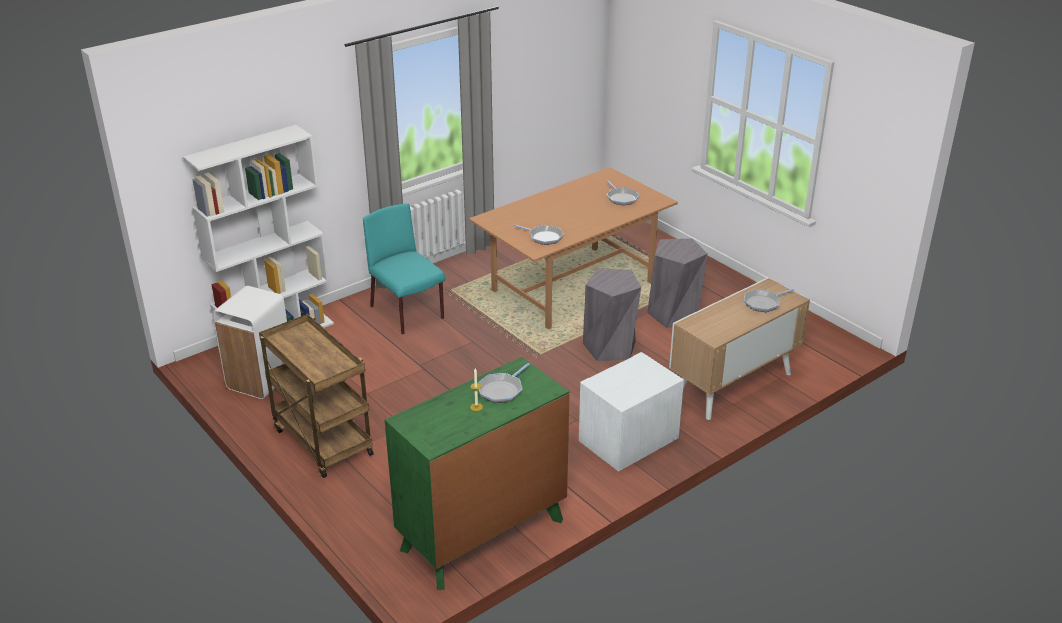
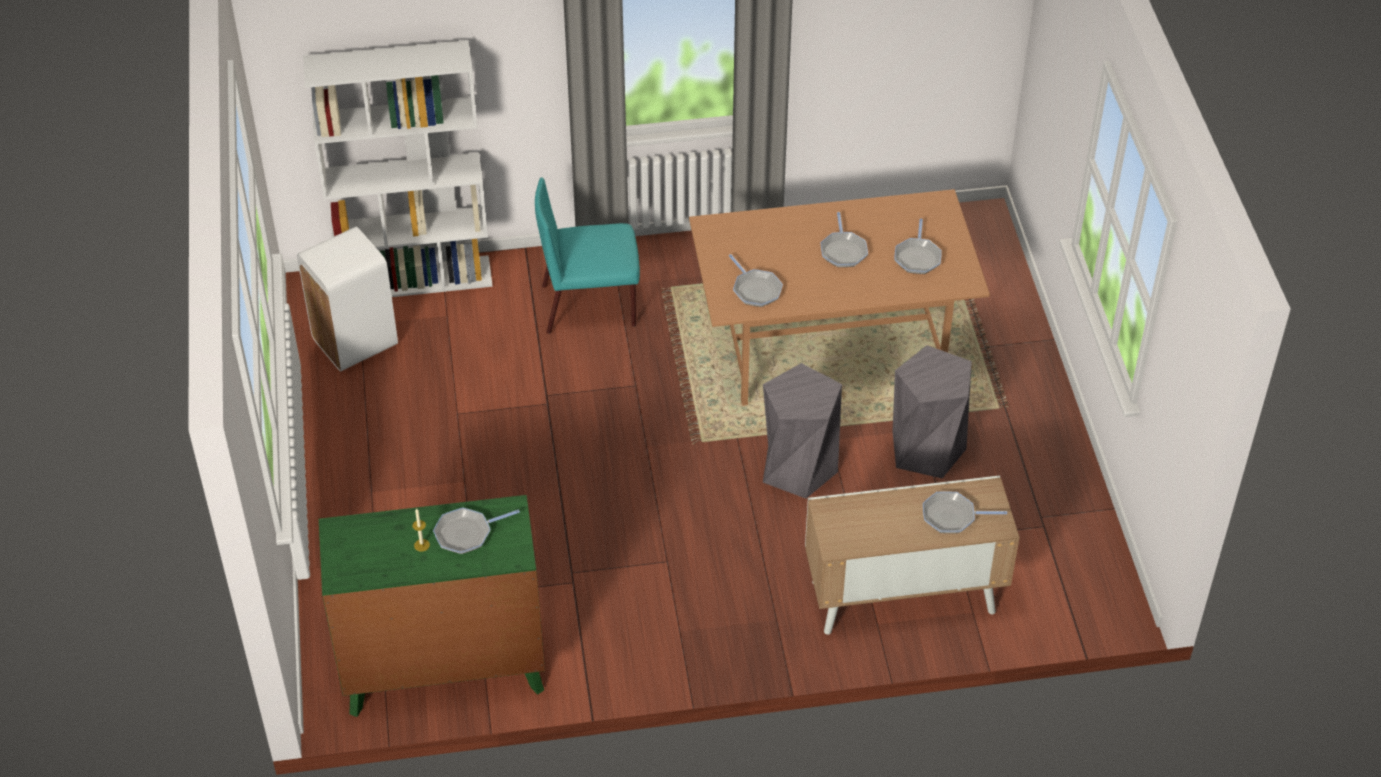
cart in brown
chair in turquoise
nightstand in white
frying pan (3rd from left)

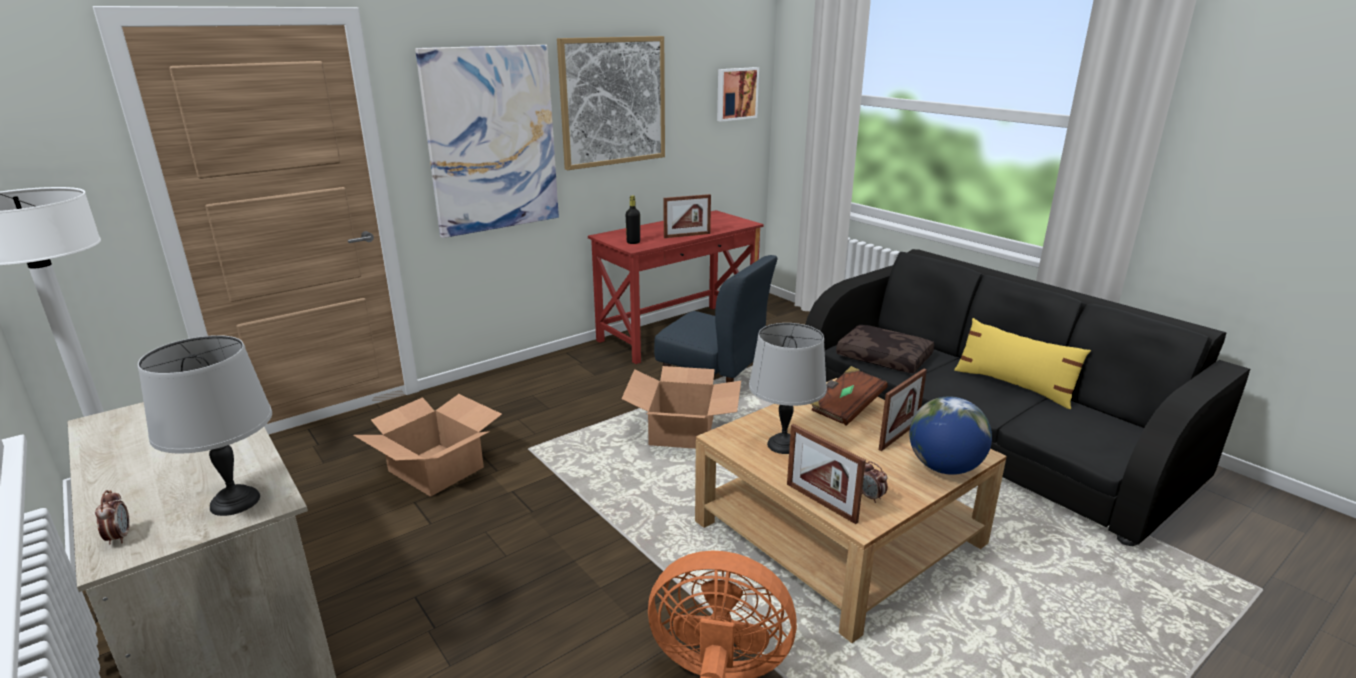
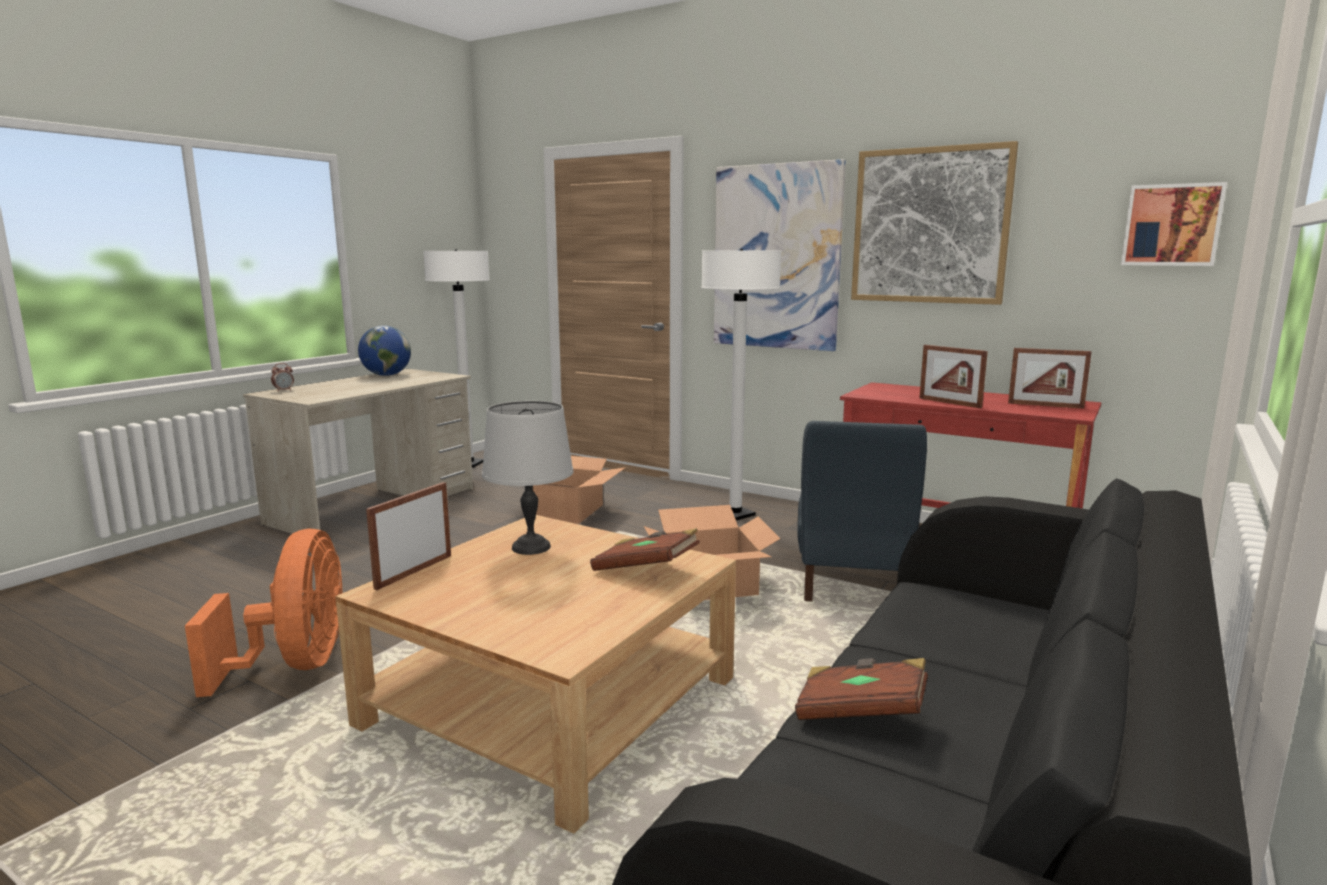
table lamp in grey (1st from left in the first image)
bottle in black
pillow in brown
alarm clock (2nd from left in the first image)
picture frame (3rd from left)
globe
pillow in yellow
floor lamp in white (2nd from left)
book in brown (2nd from left)

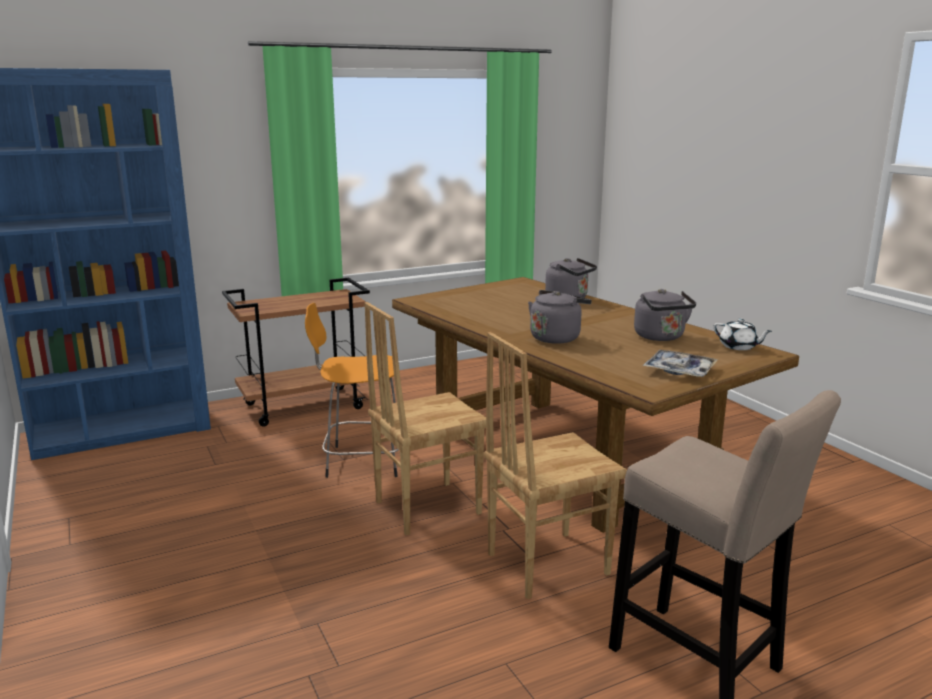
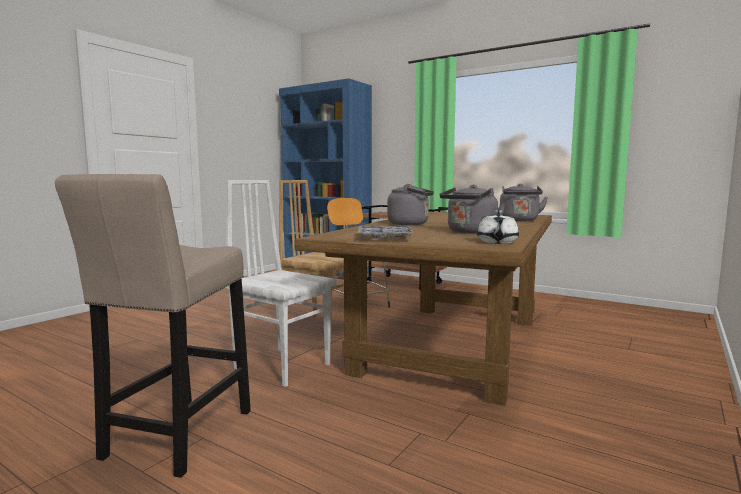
chair in white

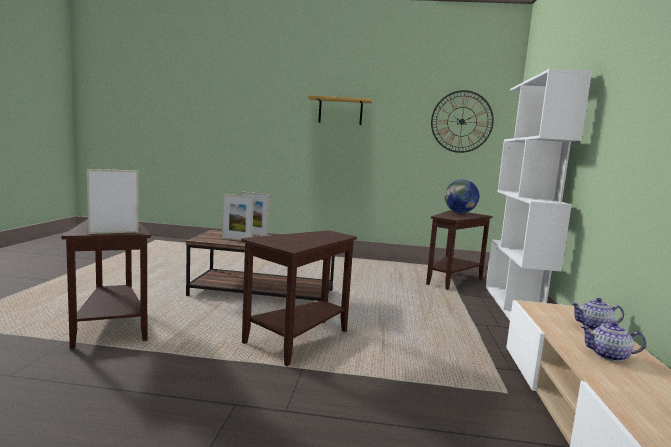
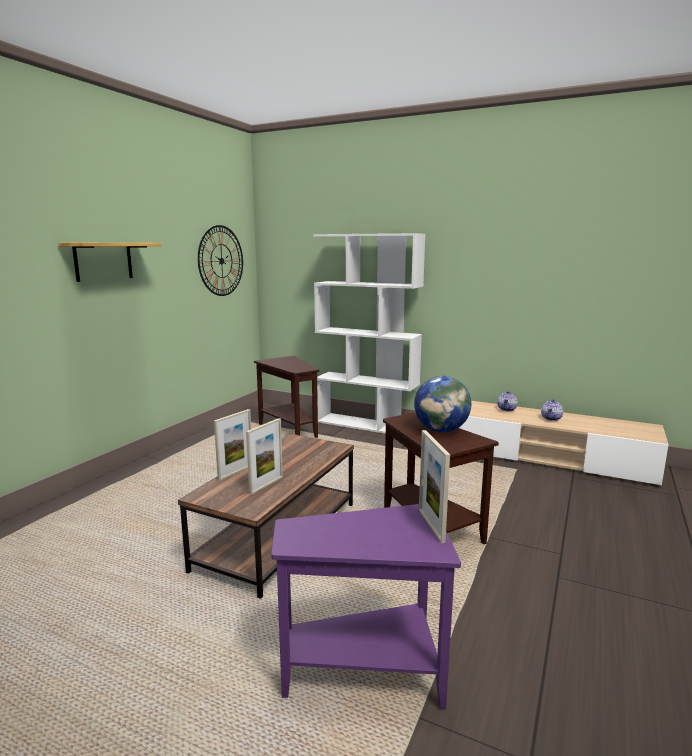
side table in purple
globe

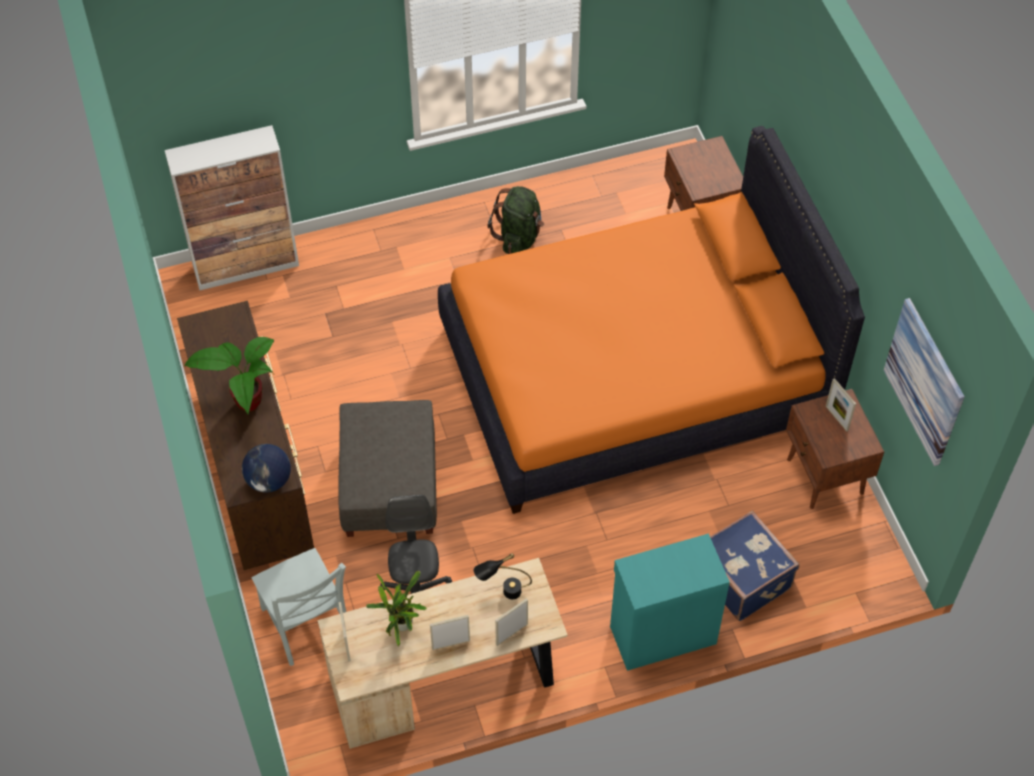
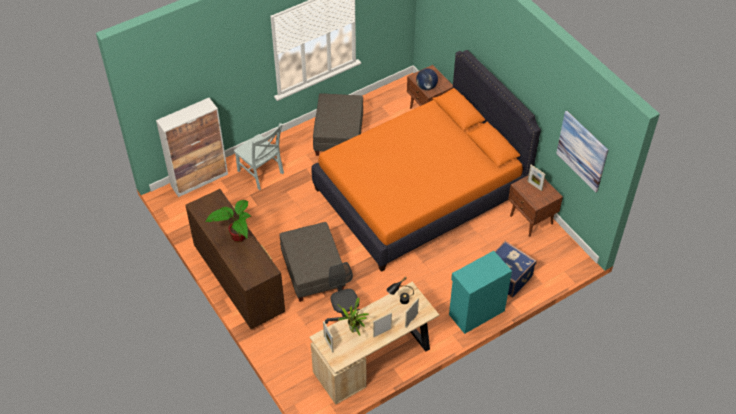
globe
chair in grey
ottoman in grey (2nd from left)

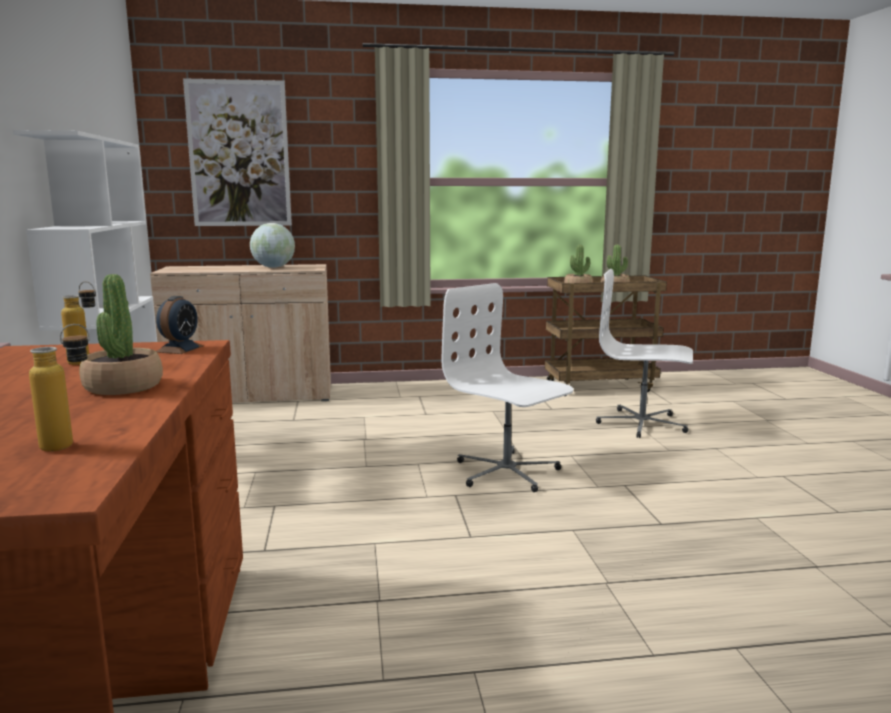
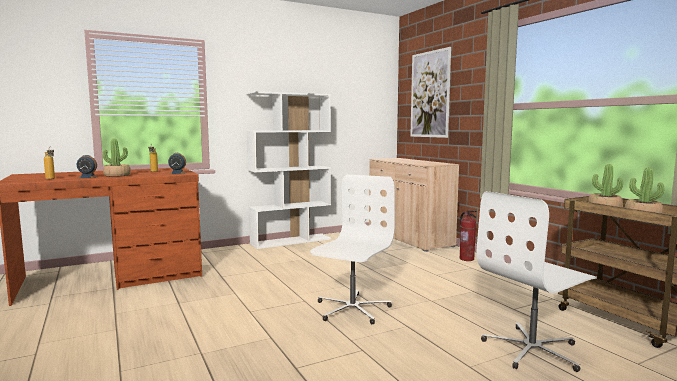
globe
office chair in white (2nd from left)
alarm clock (1st from left)
fire extinguisher

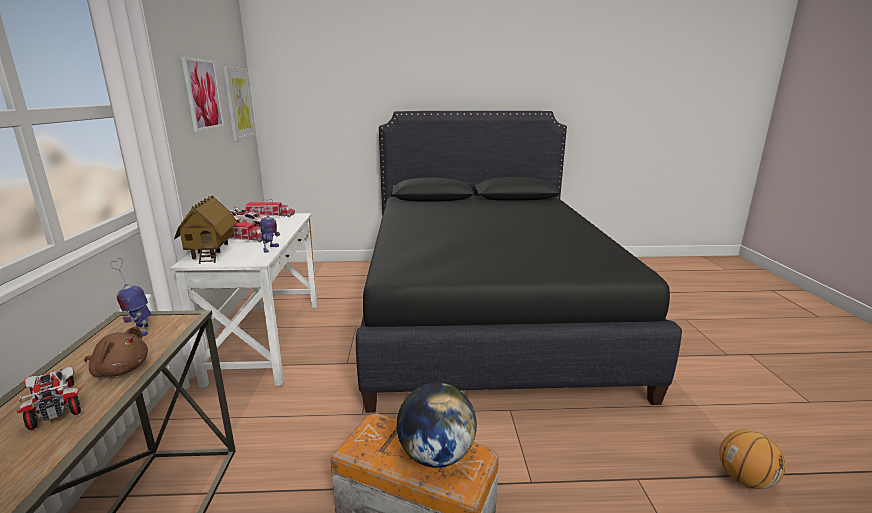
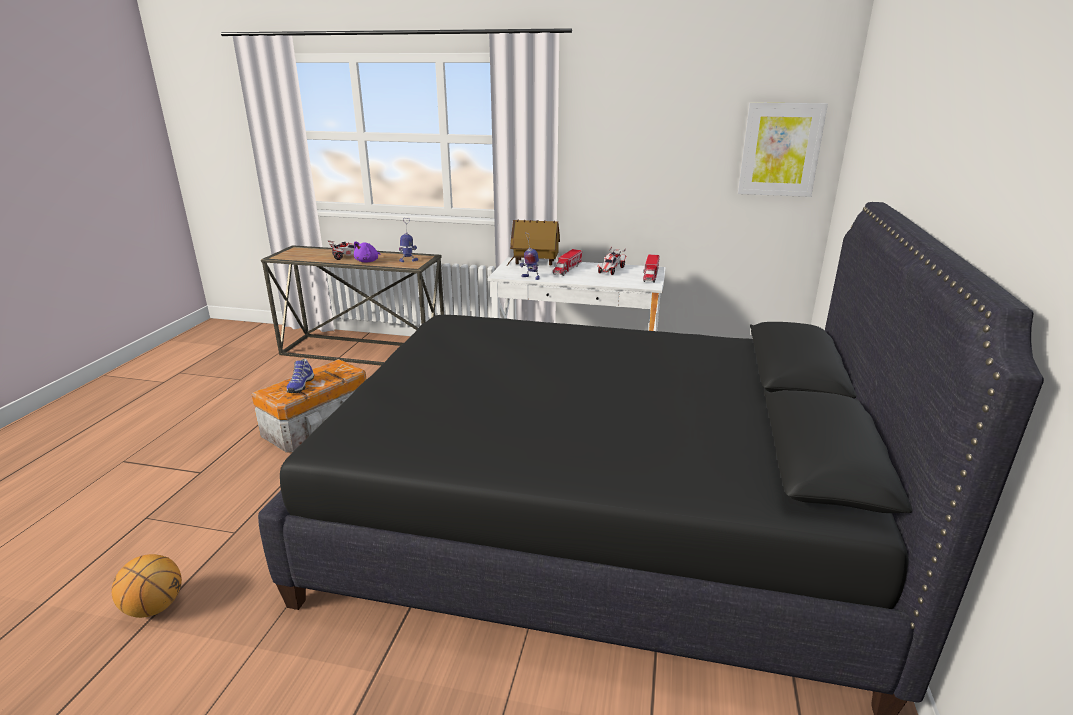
plush toy in purple
picture (1st from left in the first image)
shoe

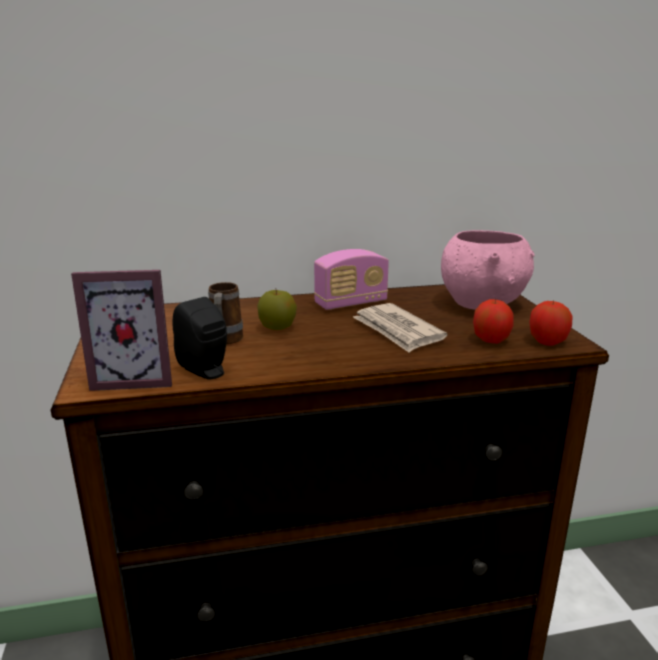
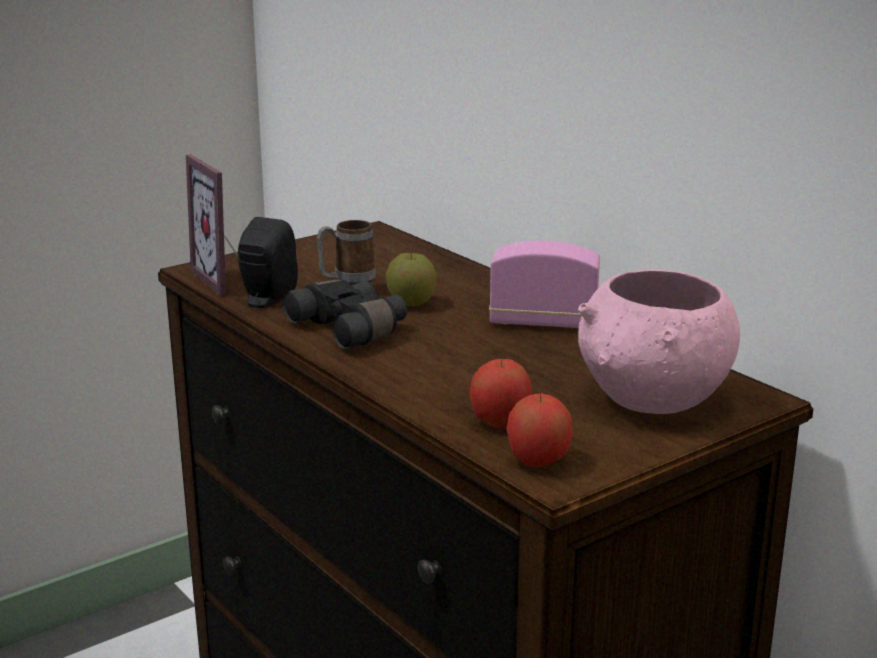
radio
newspaper
binoculars in black

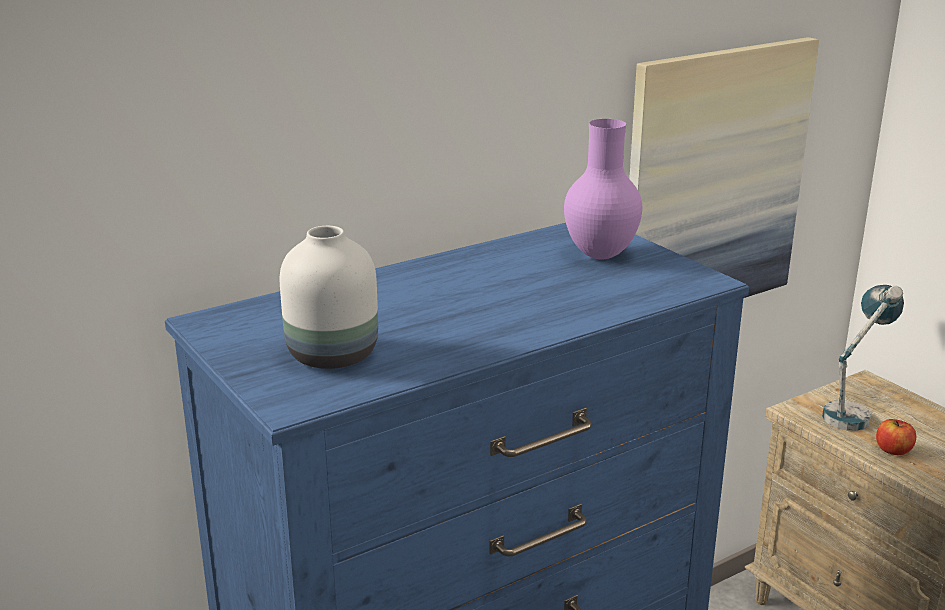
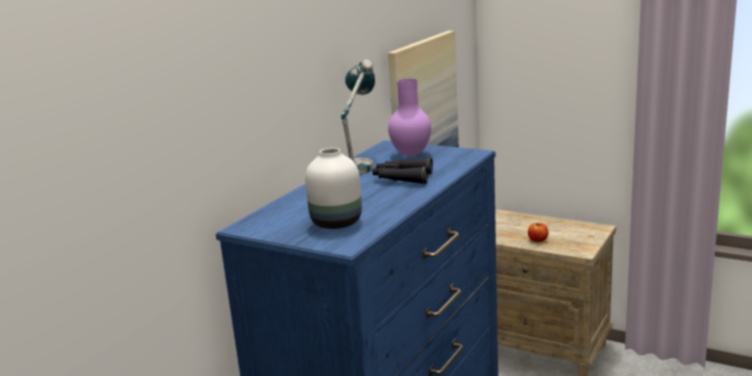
table lamp
binoculars in black

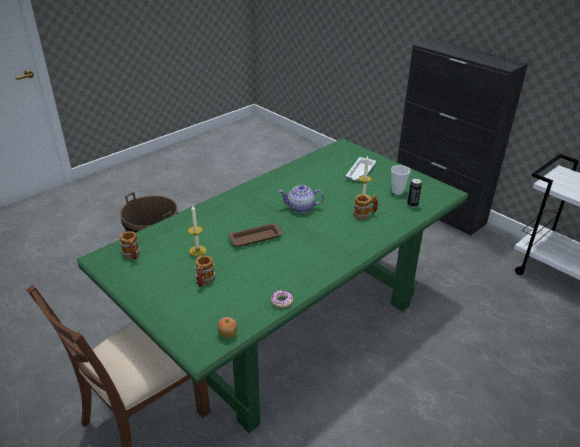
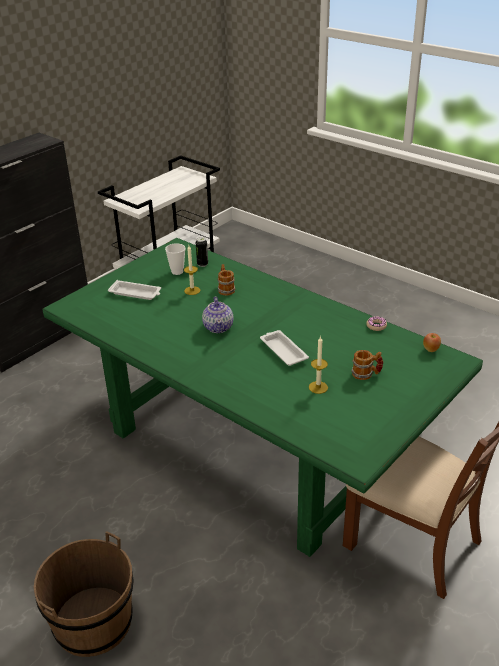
mug (1st from left in the first image)
tray in white (2nd from left)

